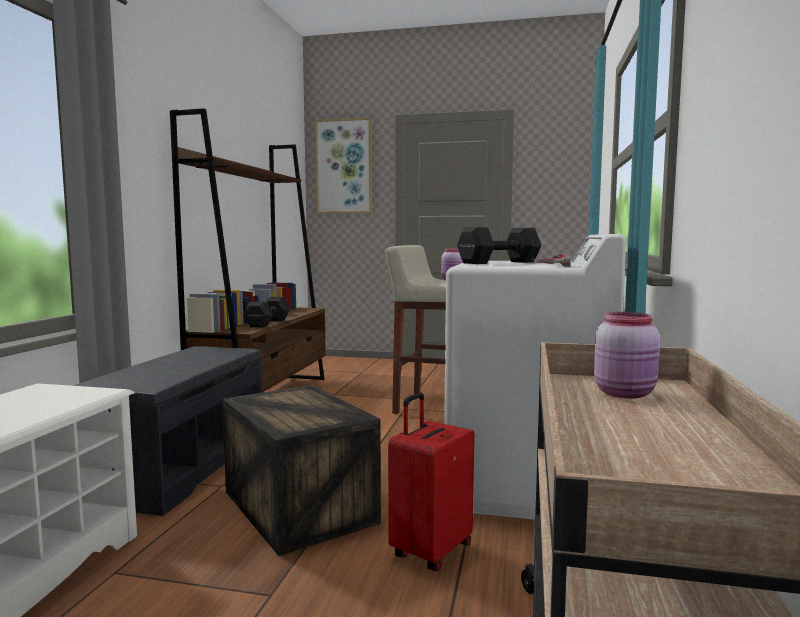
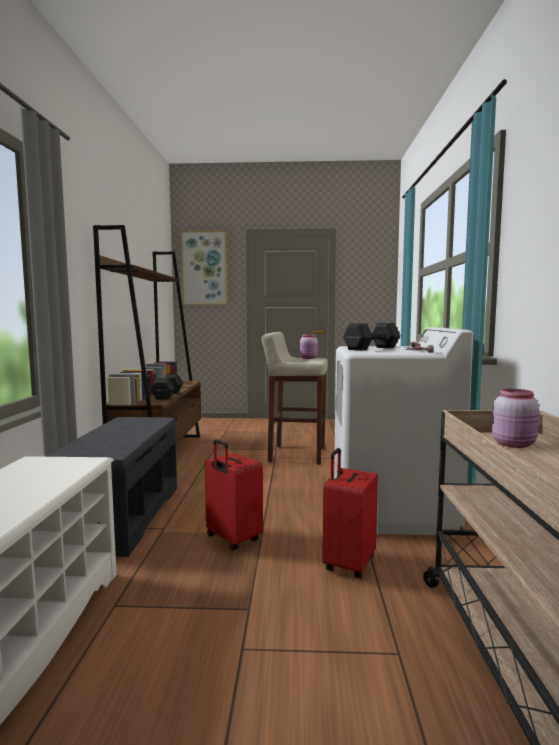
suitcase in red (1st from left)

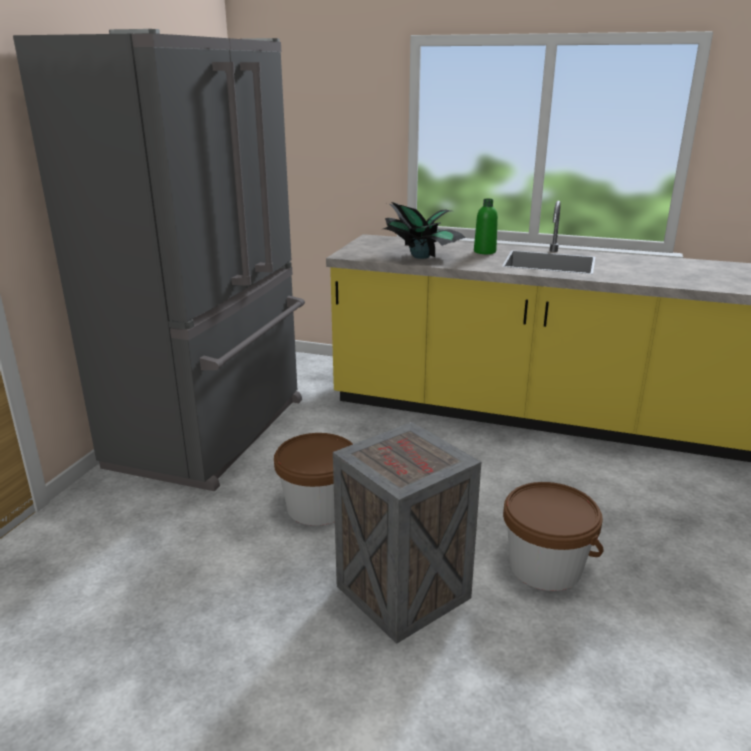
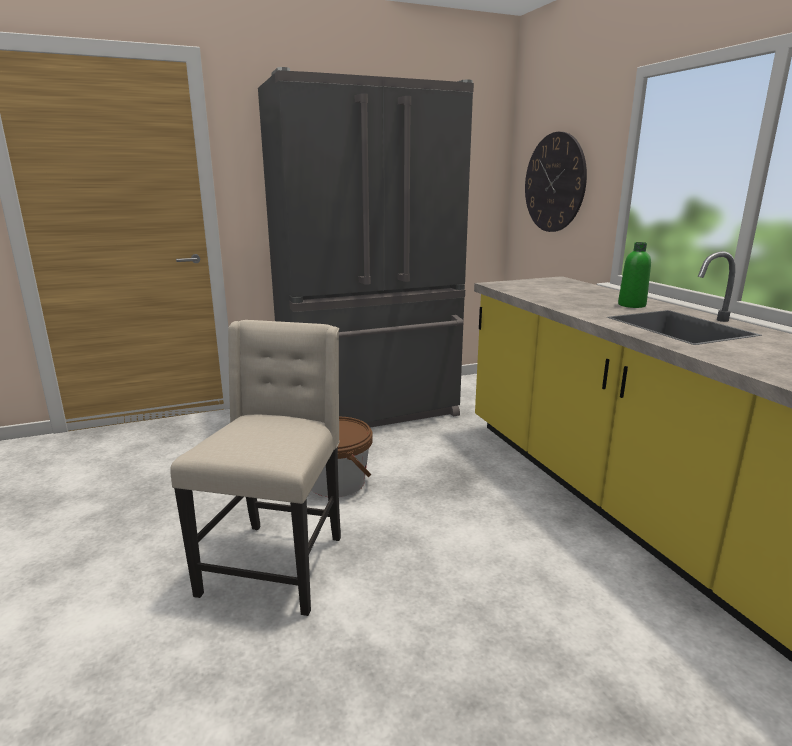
chair in beige
potted plant
bucket in brown (2nd from left in the first image)
wall clock

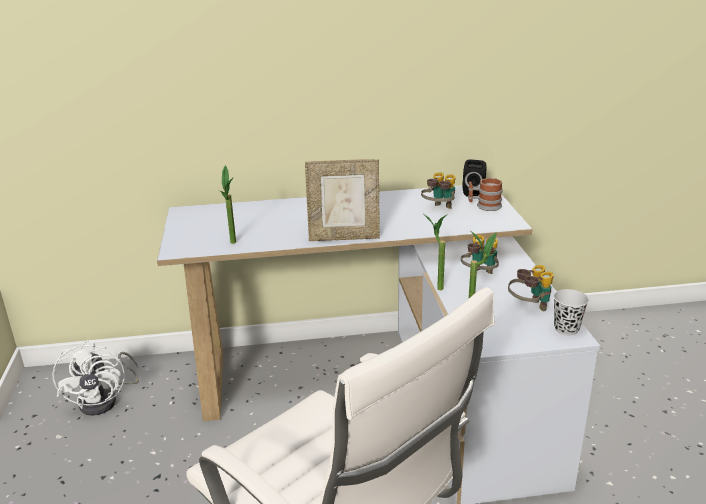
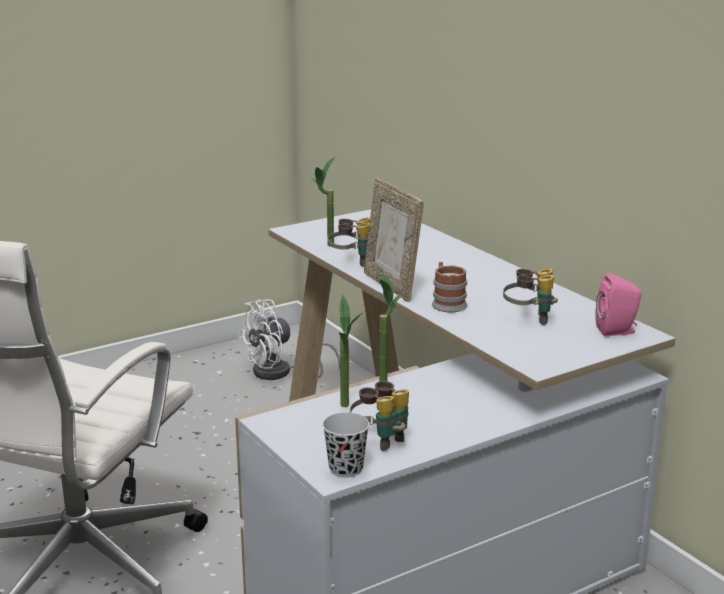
binoculars (1st from left)
speaker in pink
mug

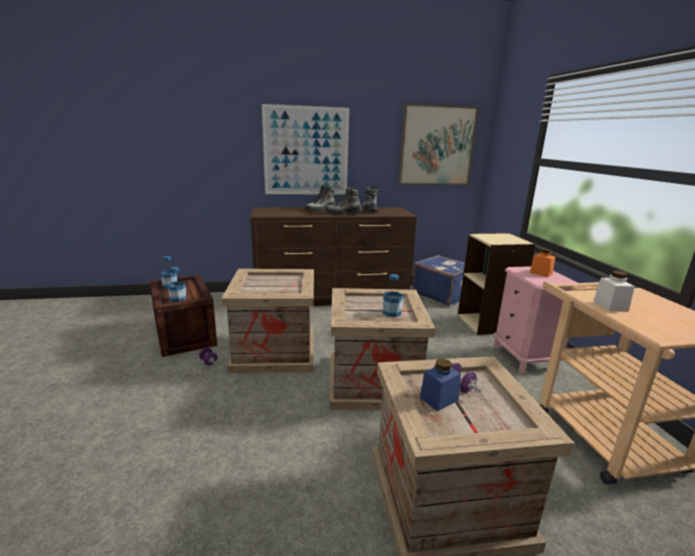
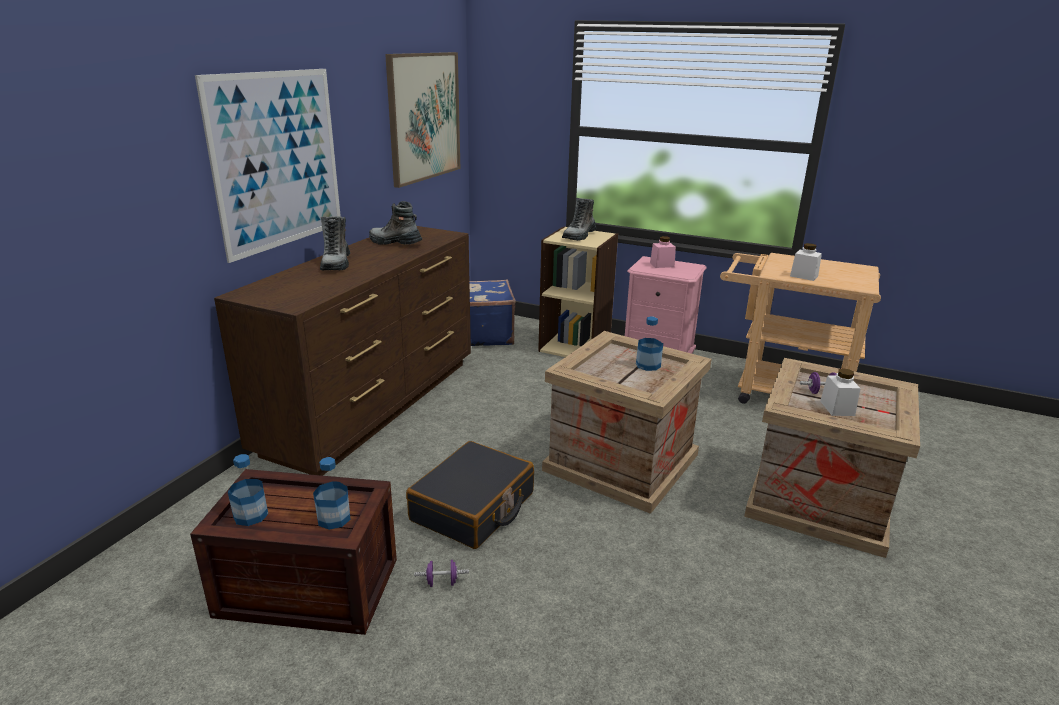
suitcase in black
boot (3rd from left)
jar in white (2nd from left)
jar in pink

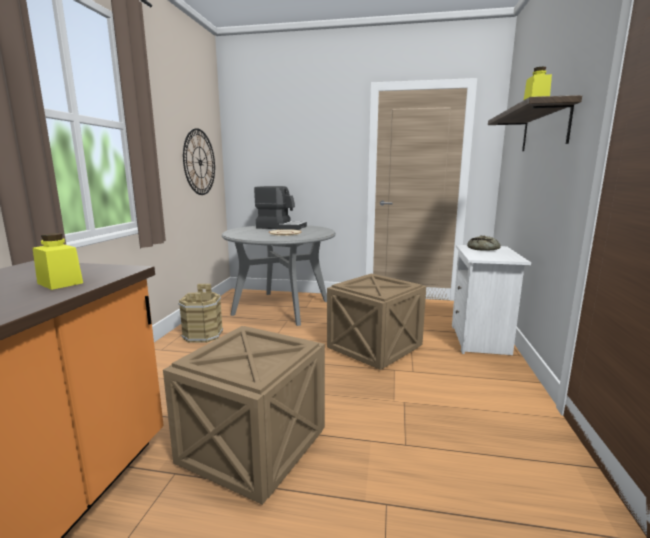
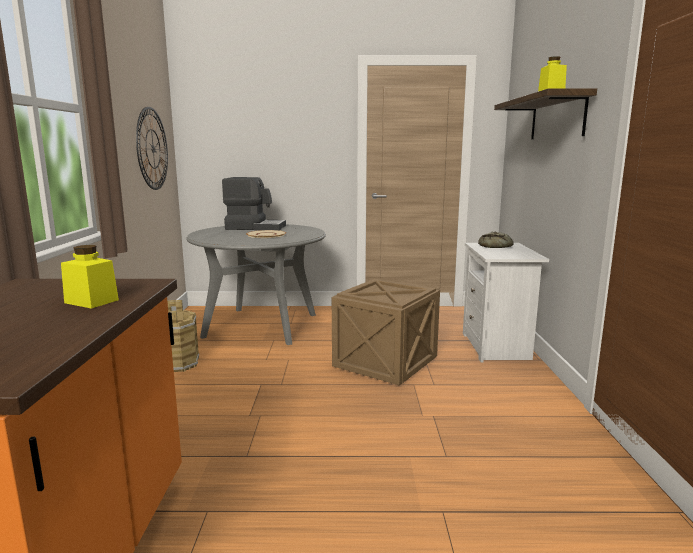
crate (1st from left in the first image)

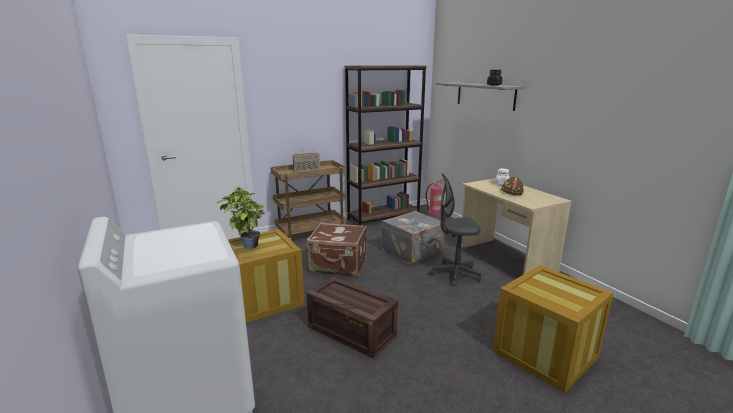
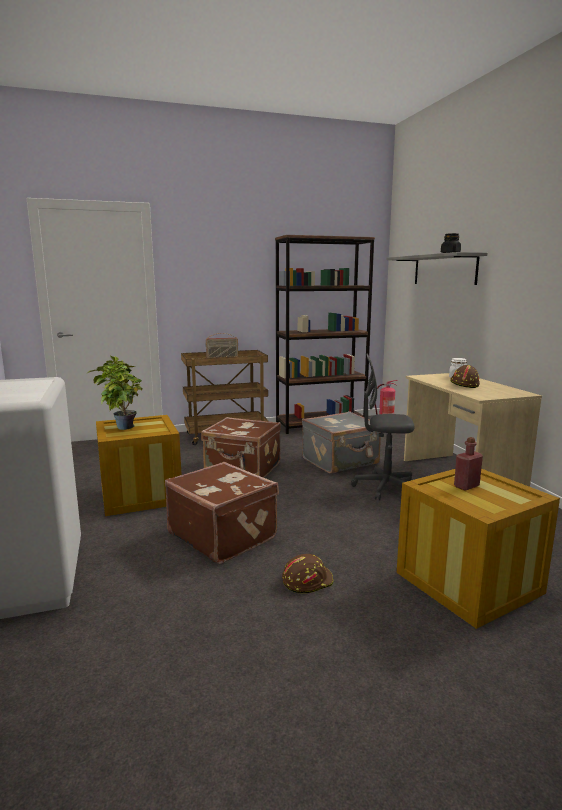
suitcase in brown (1st from left)
hard hat in brown (1st from left)
bottle in red

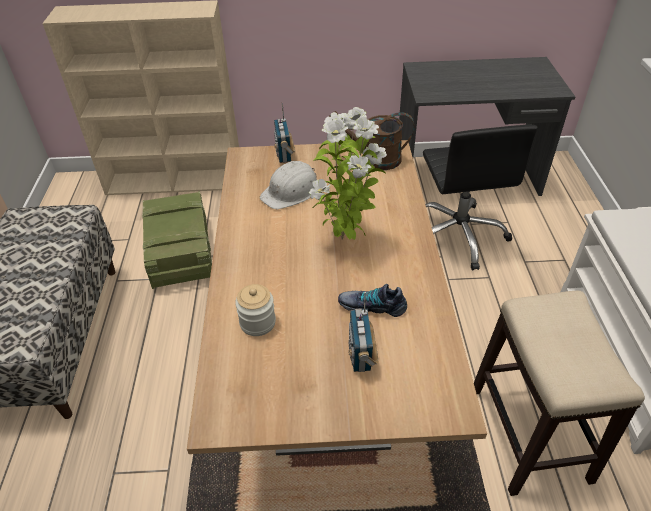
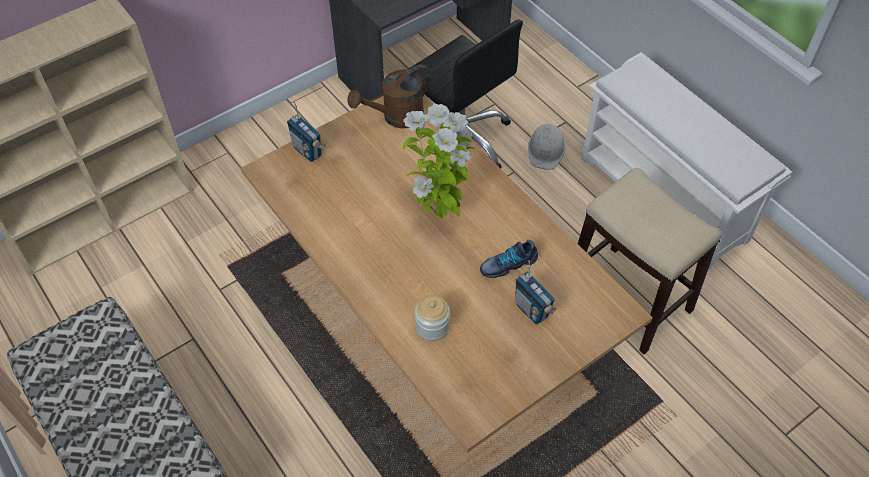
crate
hard hat in white

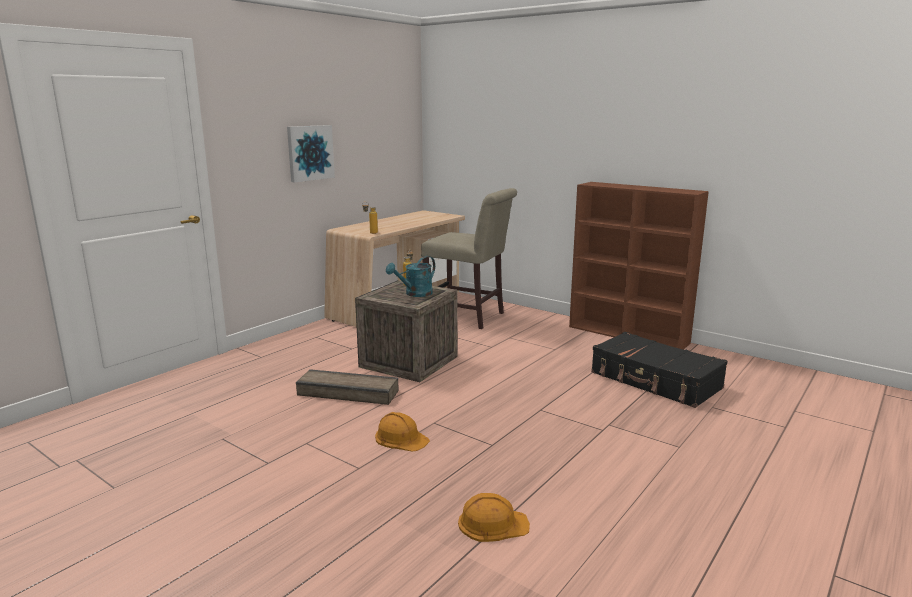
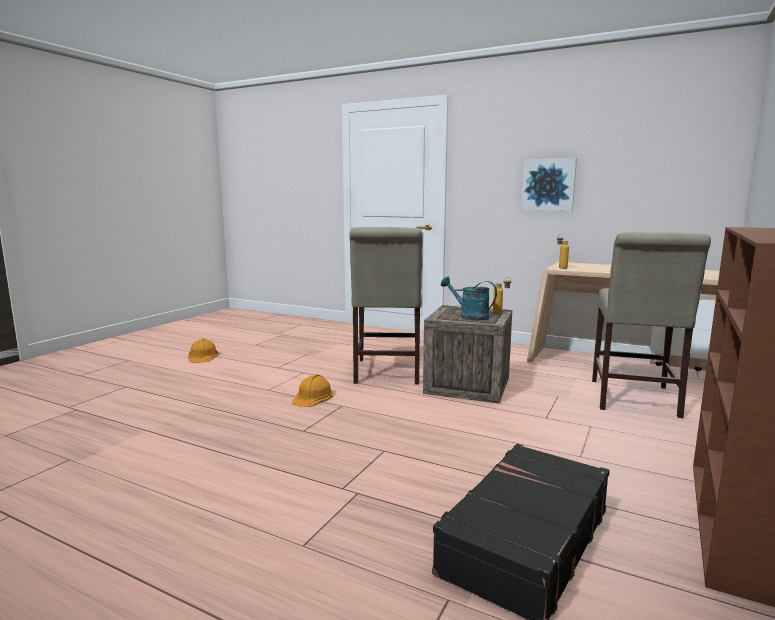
chair in beige (1st from left)
hard hat in orange (1st from left)

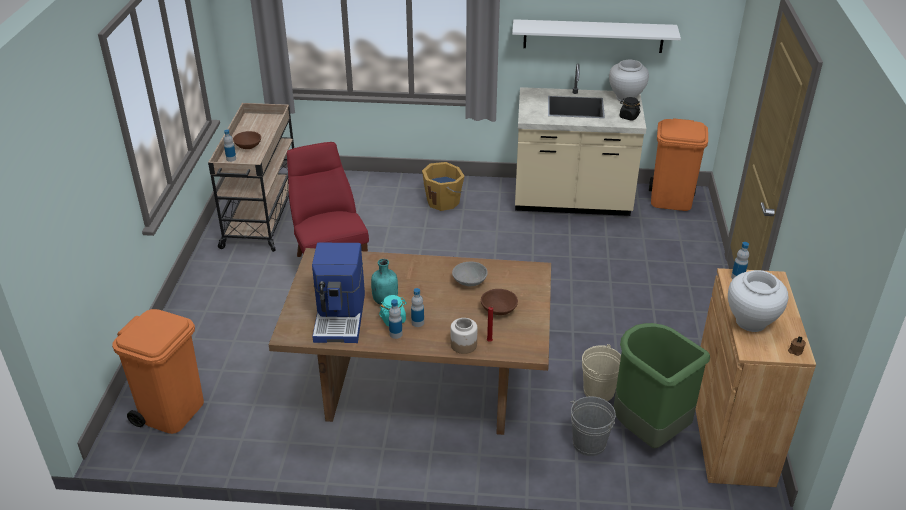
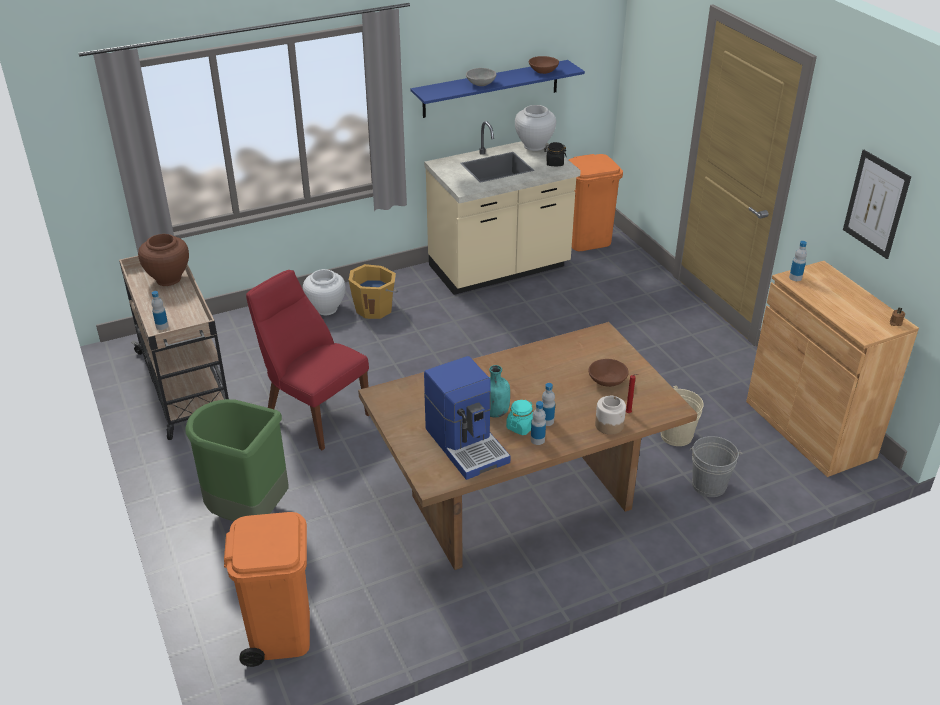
bowl in brown (1st from left)
bowl in grey
shelf in blue
trash can in green
vase in white (1st from left)
vase in brown
picture

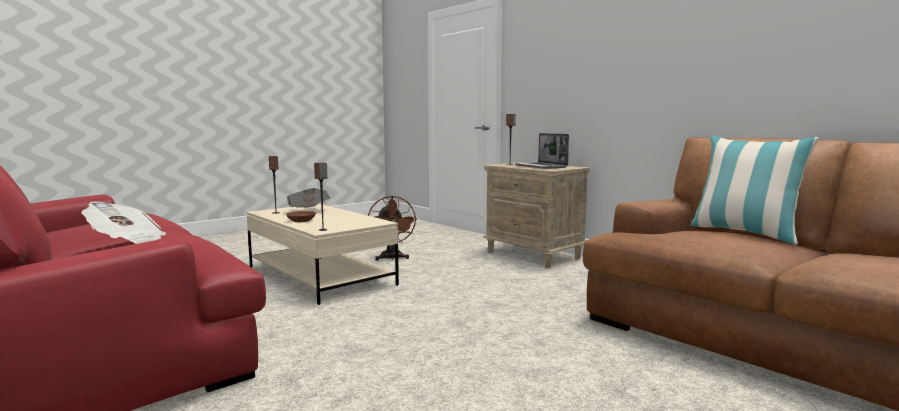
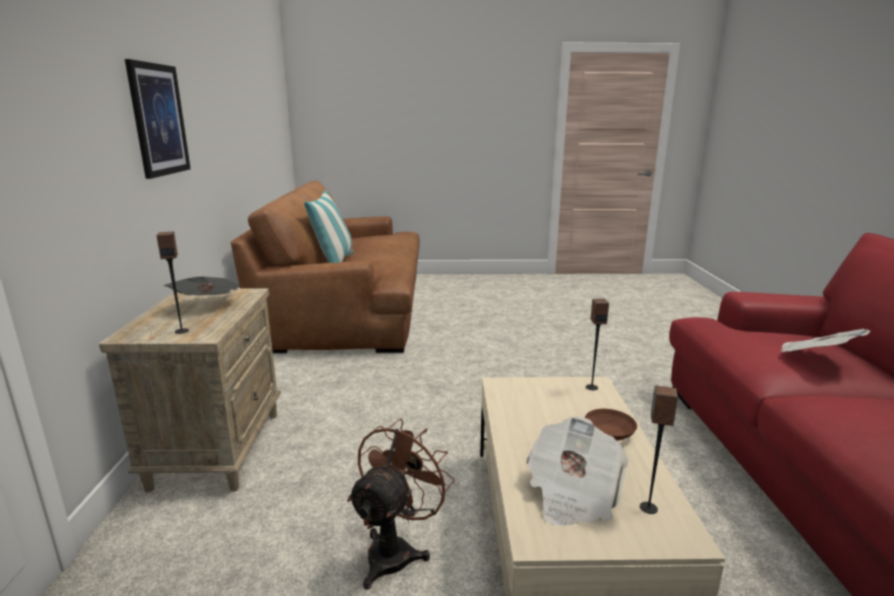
newspaper (1st from left)
picture

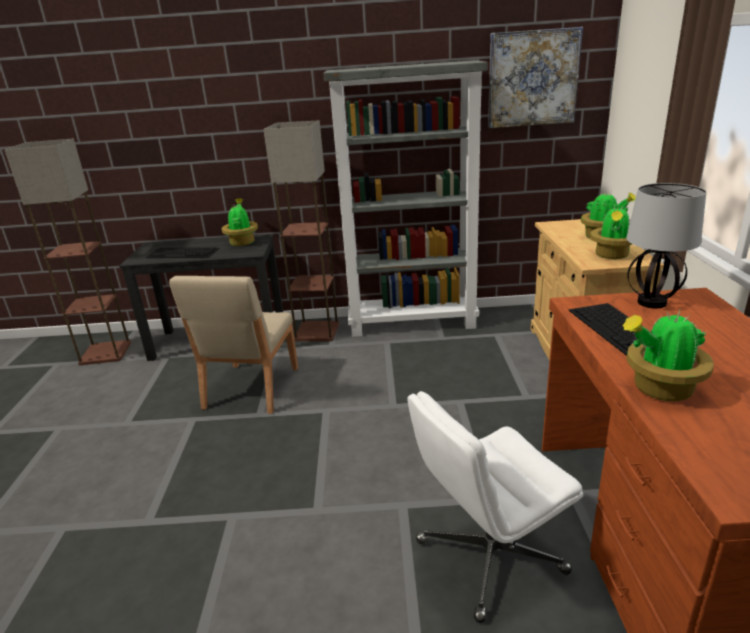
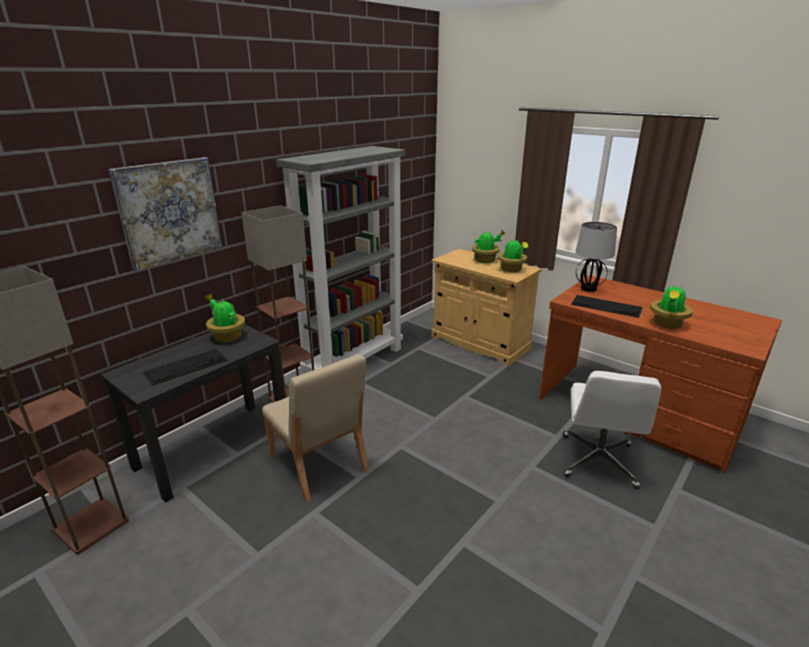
picture

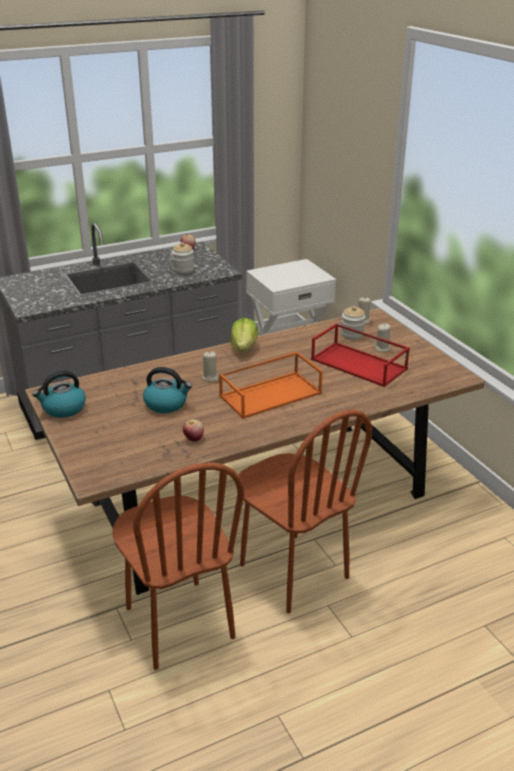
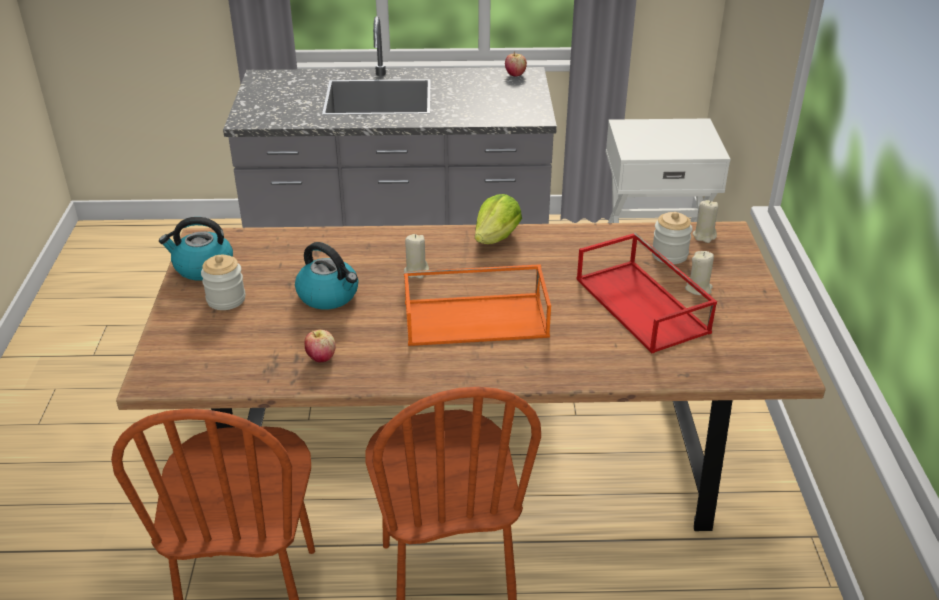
jar (1st from left)

